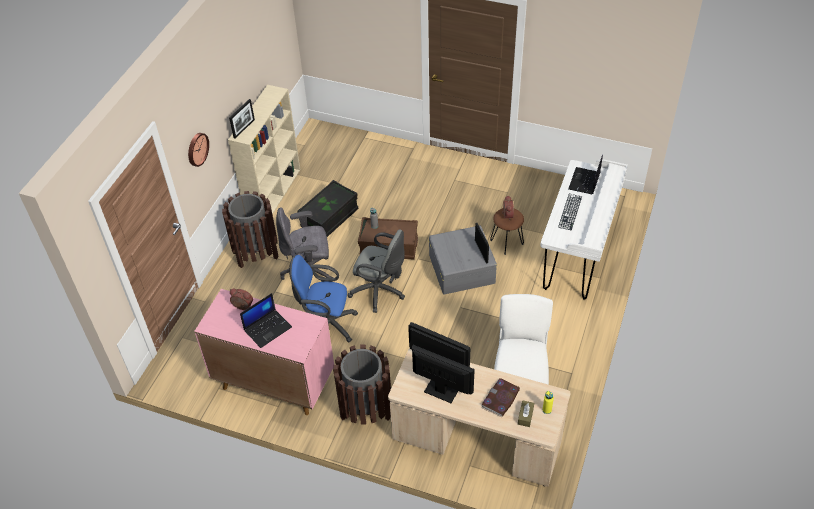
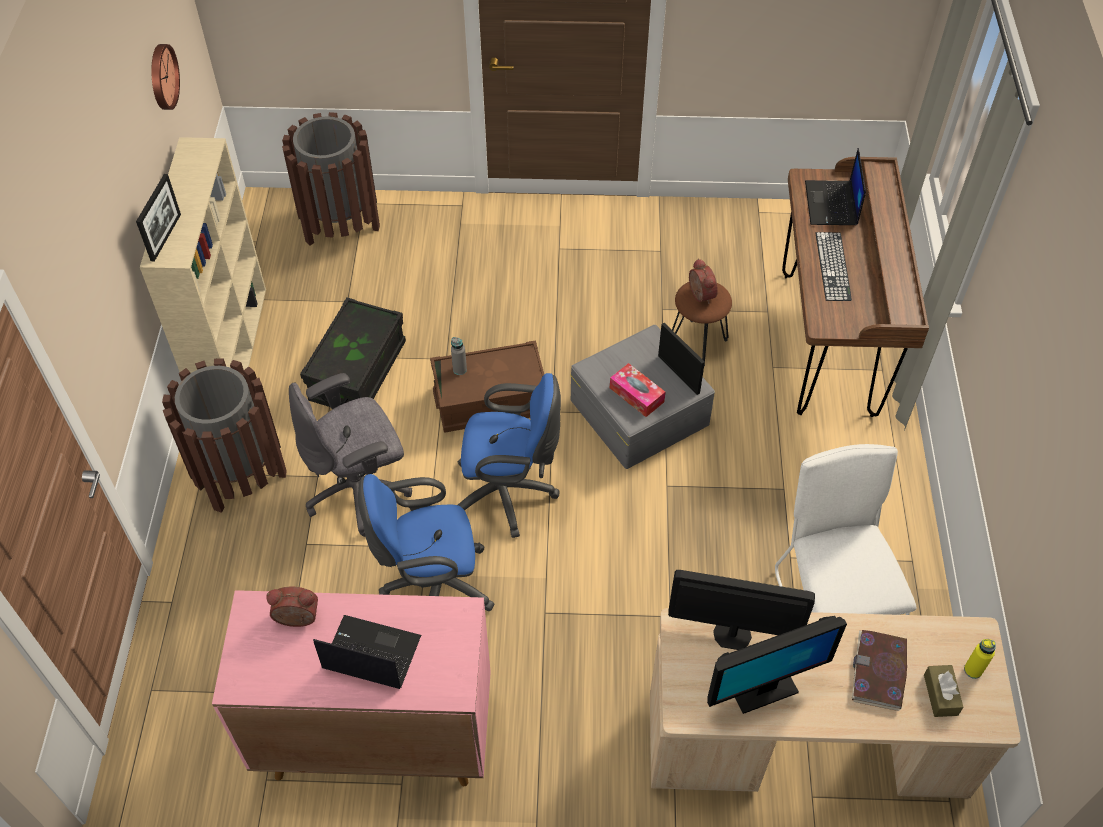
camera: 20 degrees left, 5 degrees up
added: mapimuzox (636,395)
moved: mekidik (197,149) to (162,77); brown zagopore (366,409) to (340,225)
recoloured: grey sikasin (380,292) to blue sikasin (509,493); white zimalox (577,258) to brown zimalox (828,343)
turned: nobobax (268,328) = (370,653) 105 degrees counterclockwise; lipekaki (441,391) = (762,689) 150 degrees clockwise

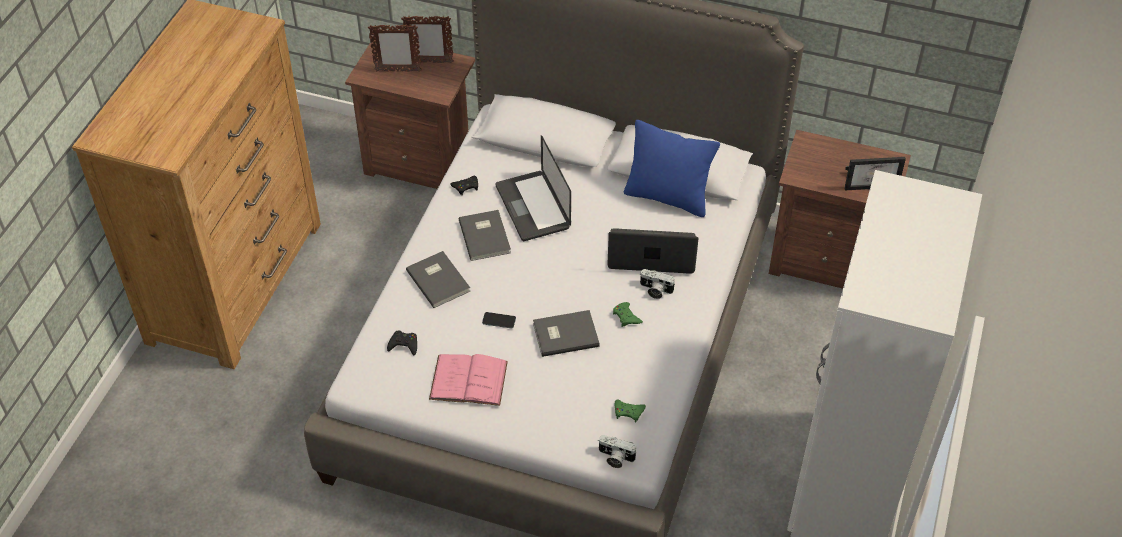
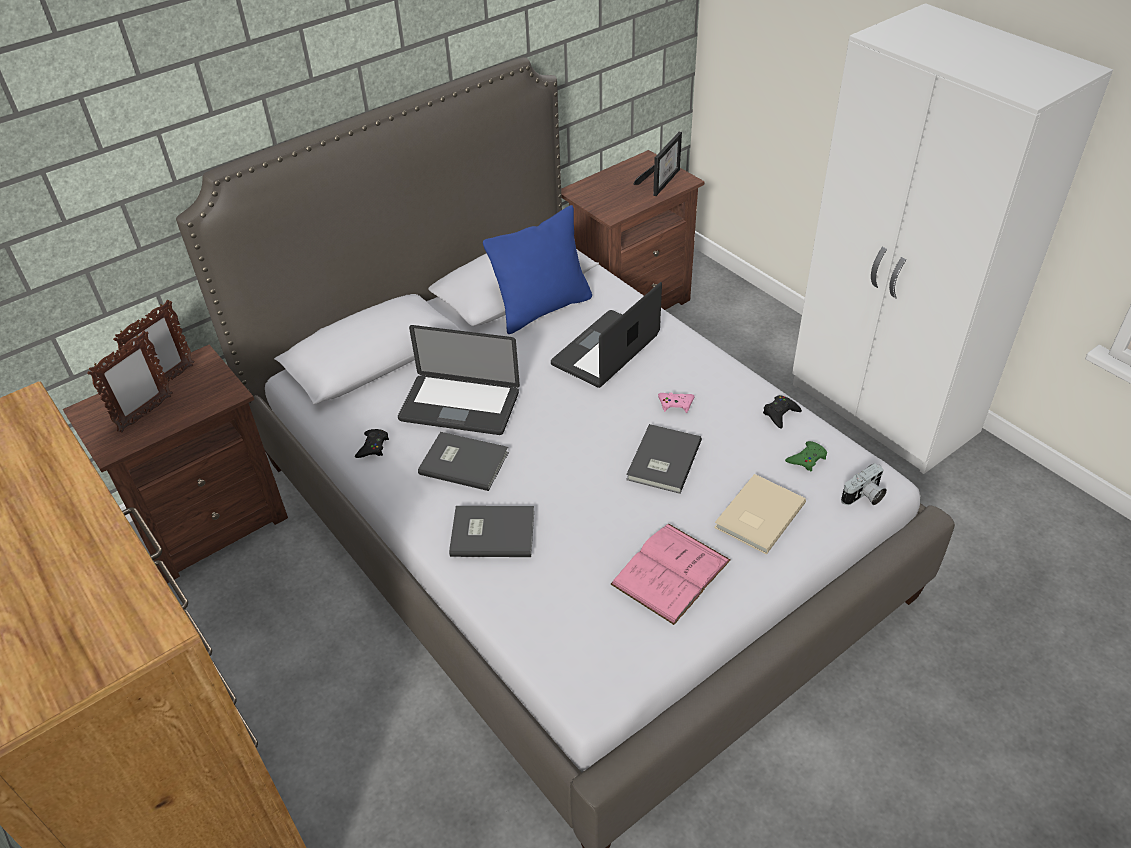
camera: 55 degrees left, 5 degrees down
removed: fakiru (499,320); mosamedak (655,290)
added: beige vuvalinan (757,515)
moved: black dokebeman (404,345) to (780,414)
recoloured: green dokebeman (626,317) to pink dokebeman (675,404)

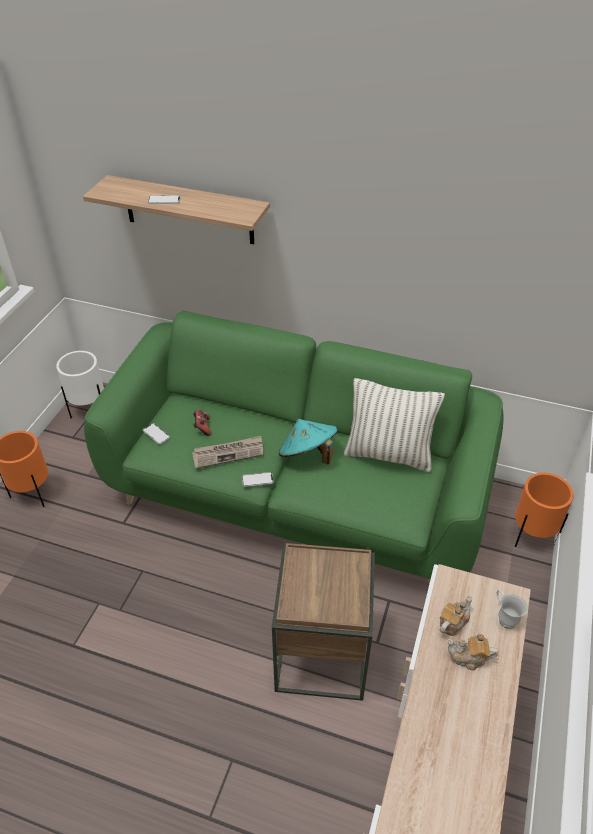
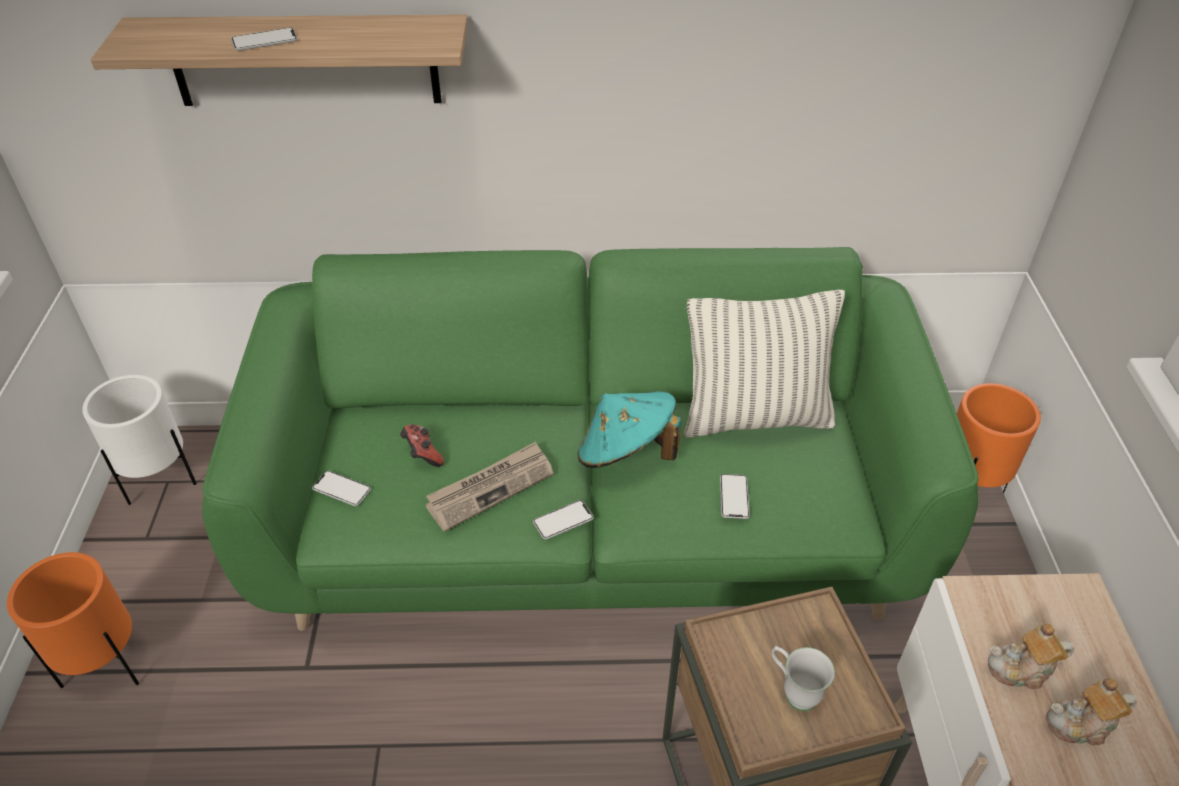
camera: 20 degrees left, 0 degrees up
added: fakiru (734,497)
moved: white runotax (504,617) to (793,691)
turned: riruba (452,622) = (1021,670) 120 degrees counterclockwise

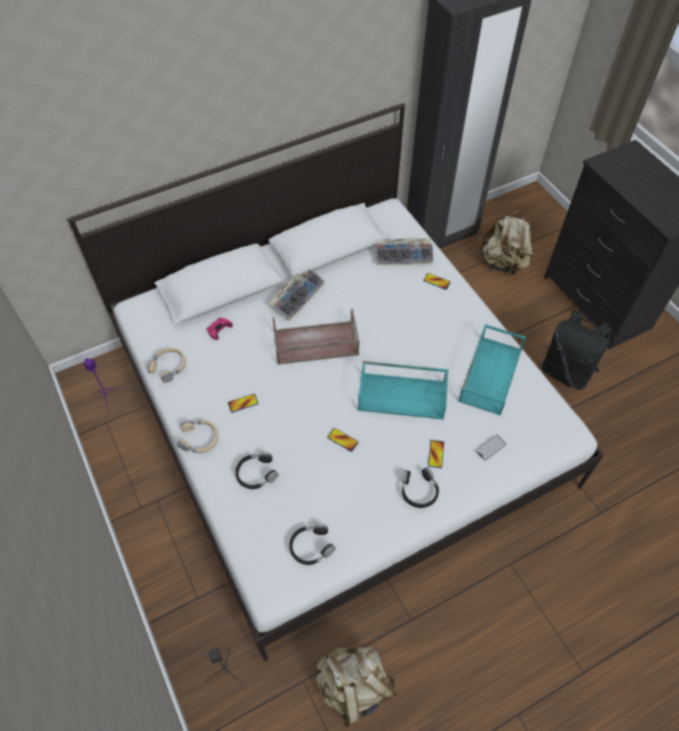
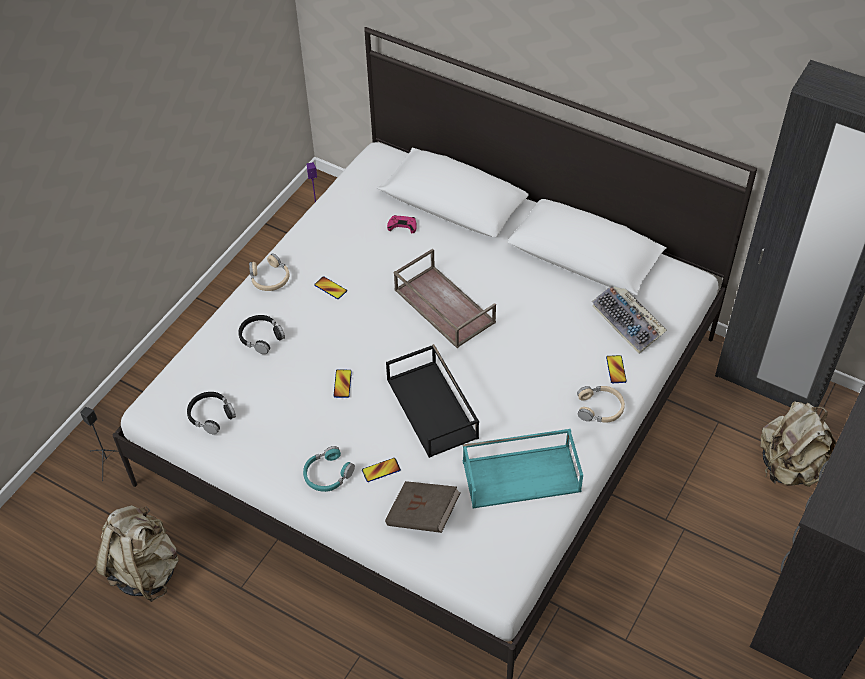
camera: 60 degrees right, 5 degrees down
removed: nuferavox (297,296); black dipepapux (566,371)
moved: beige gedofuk (168,367) to (600,408)
replaced: fakiru (490,448) to brown vuvalinan (423,516)
recoloured: black gedofuk (419,490) to turquoise gedofuk (327,474); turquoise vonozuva (403,395) to black vonozuva (433,409)

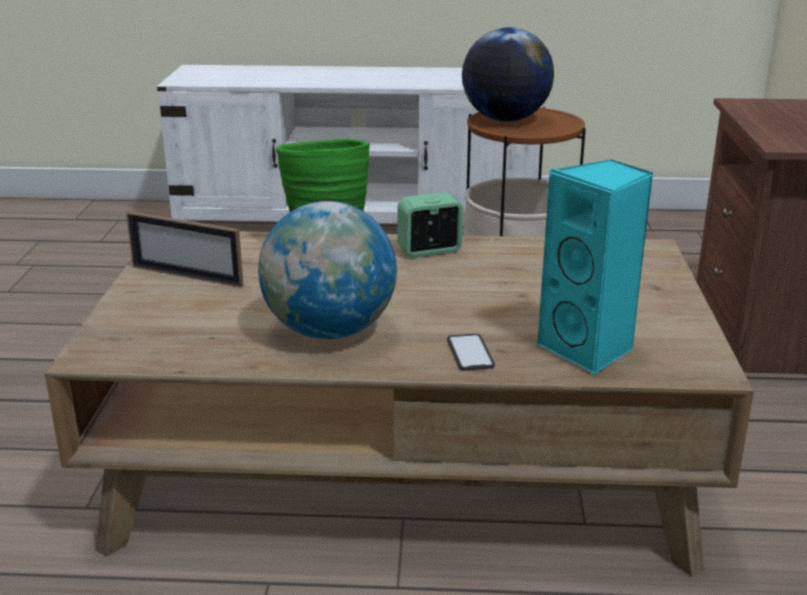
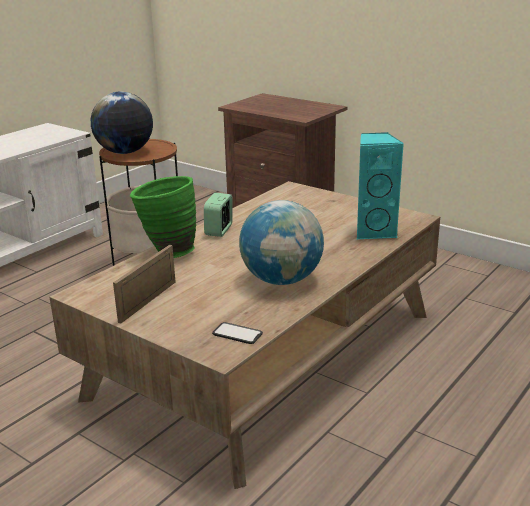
camera: 55 degrees left, 0 degrees up
moved: fakiru (470,353) to (237,334)
turned: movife (187,276) = (148,301) 150 degrees clockwise

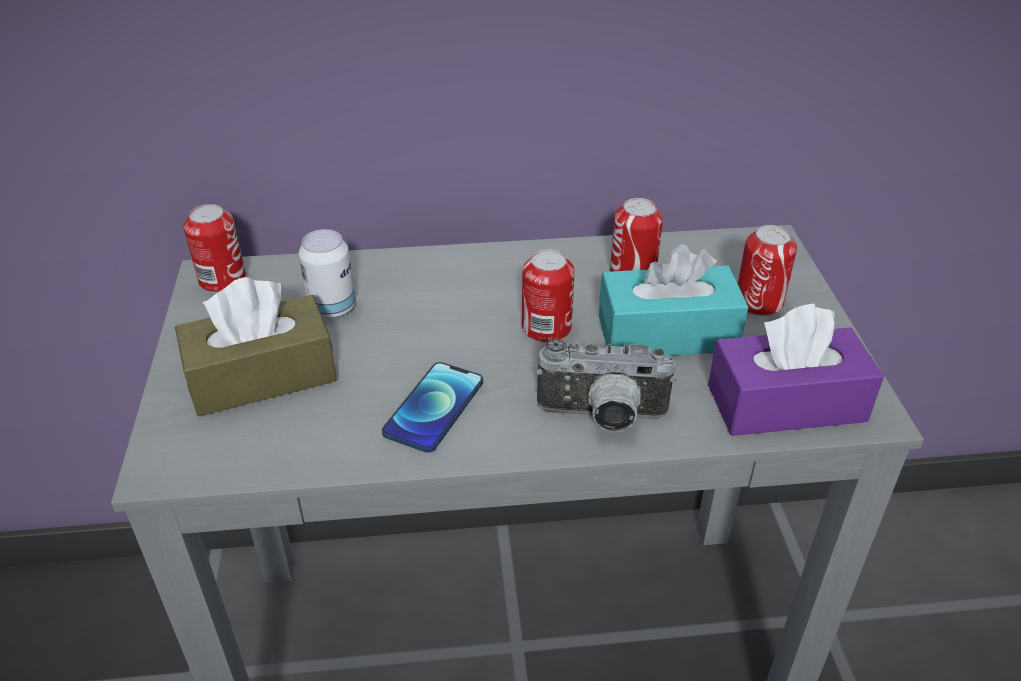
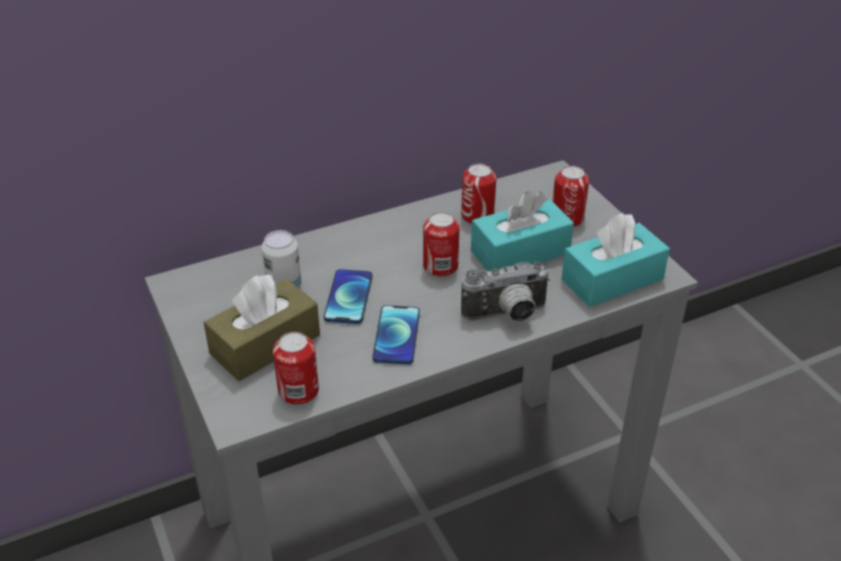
camera: 20 degrees left, 0 degrees up
added: fakiru (348,297)
moved: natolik (222,280) to (298,391)
recoloured: purple mapimuzox (786,403) to turquoise mapimuzox (612,279)

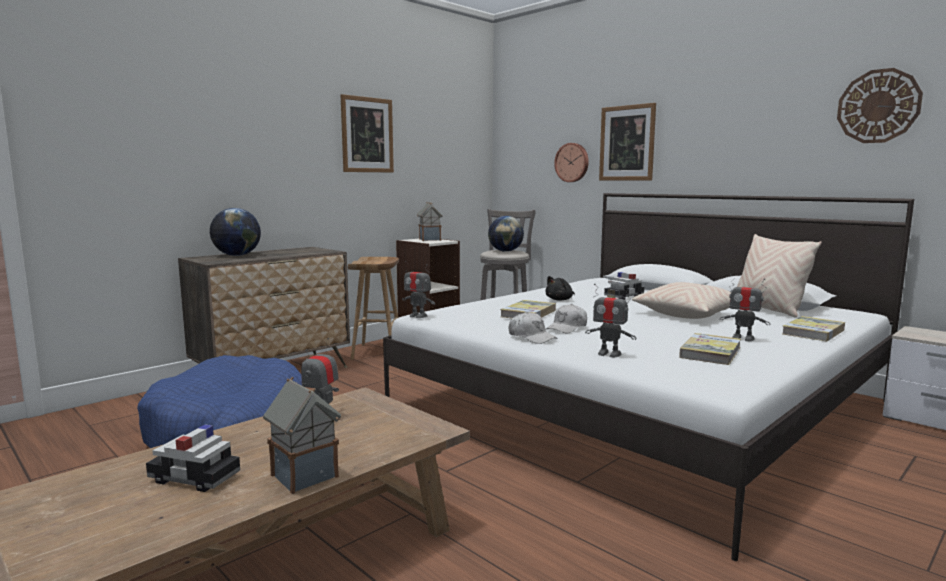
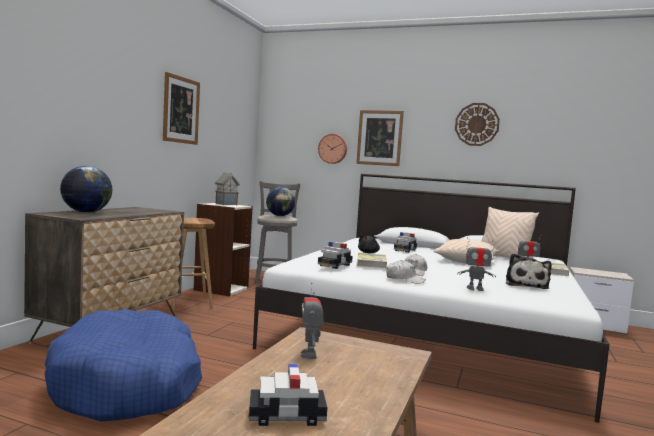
camera: 25 degrees left, 5 degrees down
removed: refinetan (305,476); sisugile (418,316)
added: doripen (334,265)
moved: mekidik (878,106) to (477,124)
replaced: vuvalinan (710,352) to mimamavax (526,285)

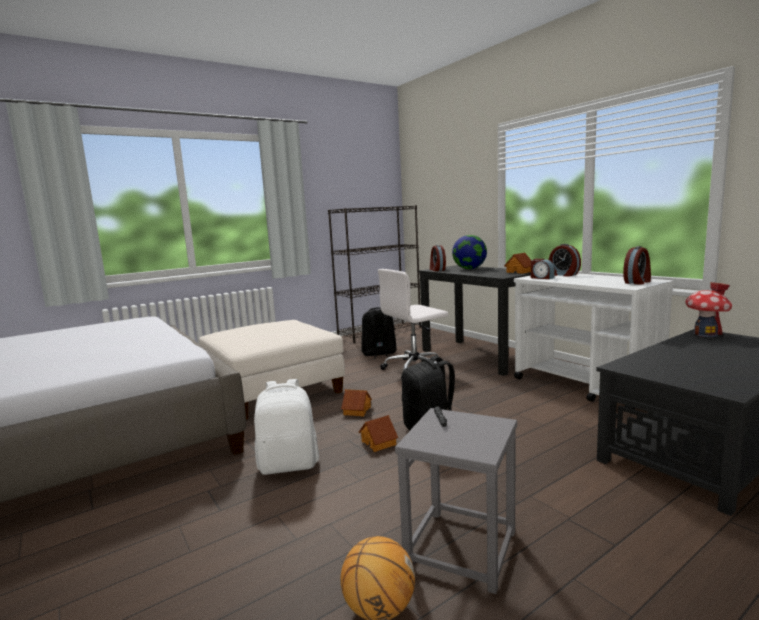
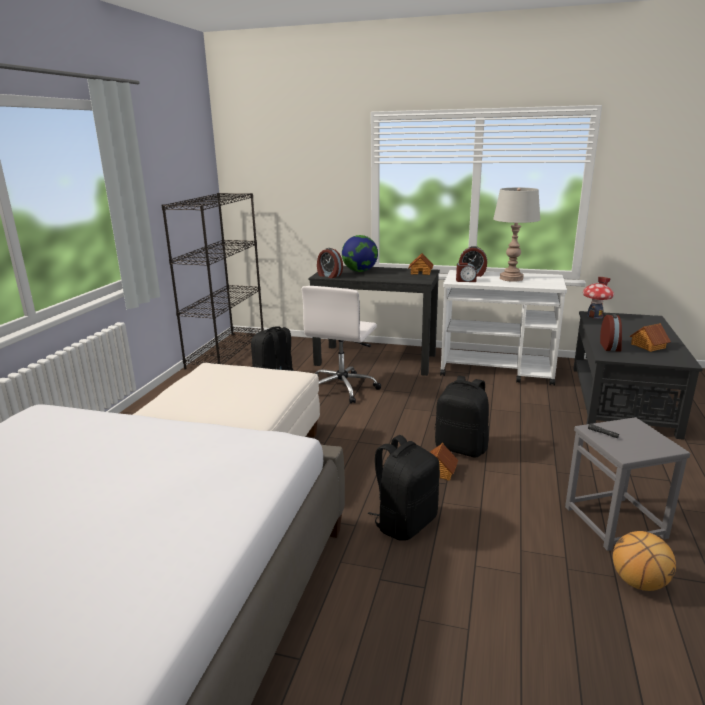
camera: 40 degrees left, 10 degrees up
added: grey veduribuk (511,278)
moved: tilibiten (638,282) to (610,347); refinetan (356,411) to (647,346)
recoloured: white dipepapux (289,465) to black dipepapux (405,522)

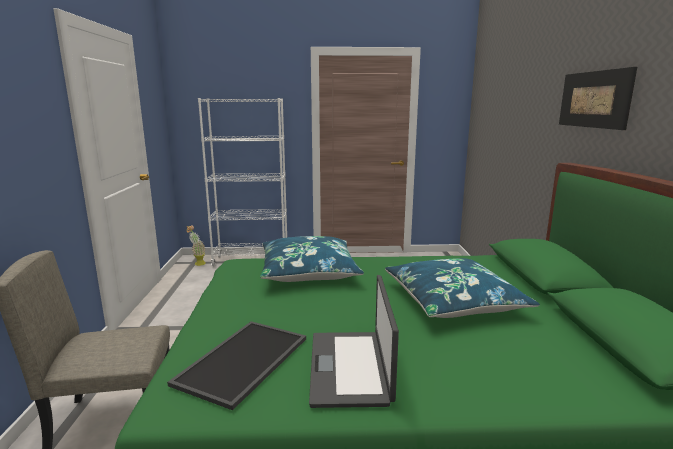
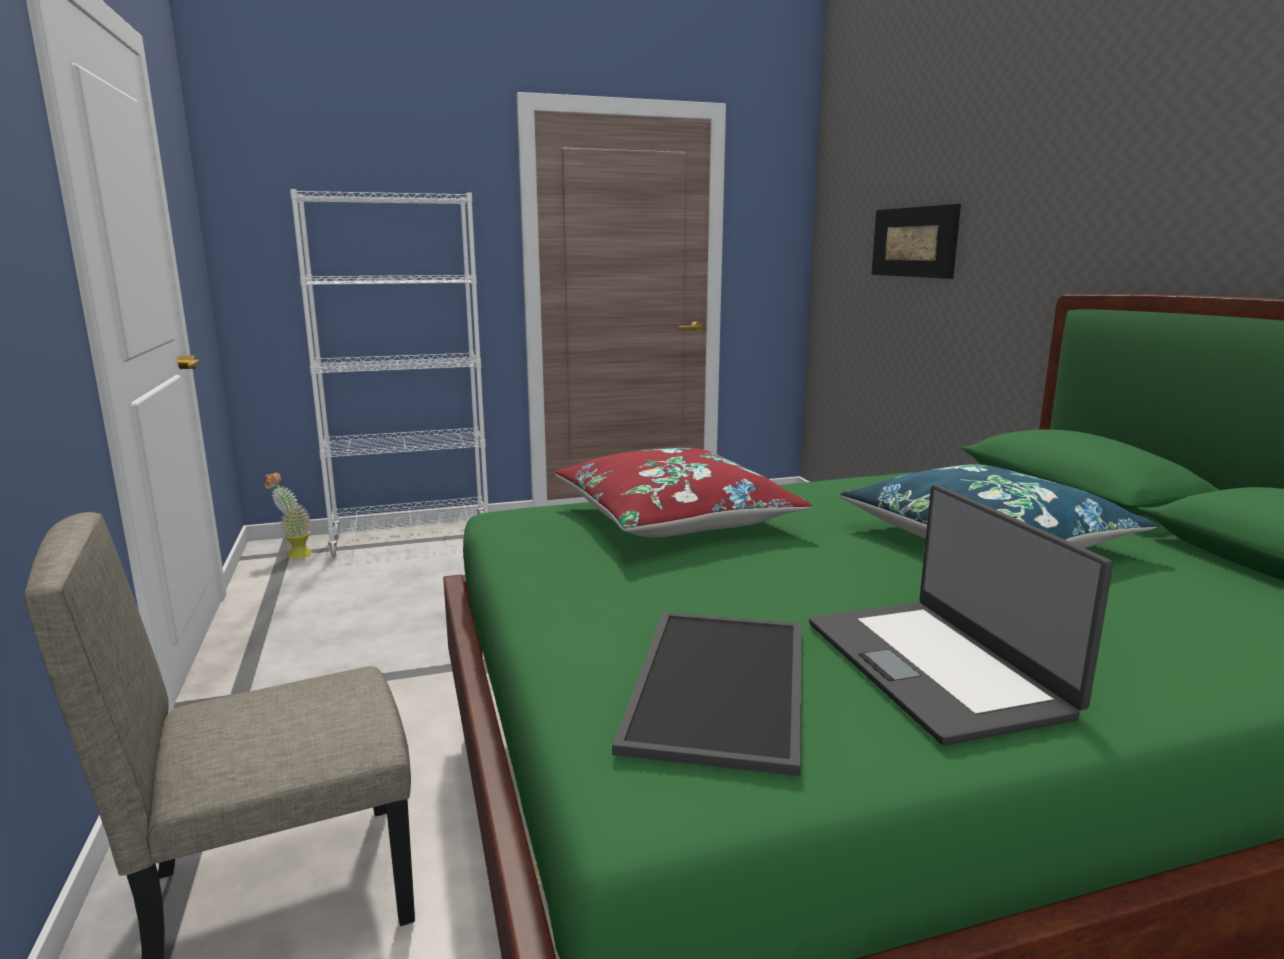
camera: 15 degrees left, 0 degrees up
moved: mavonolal (594,99) to (913,242)
recoloured: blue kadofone (308,271) to red kadofone (674,518)

